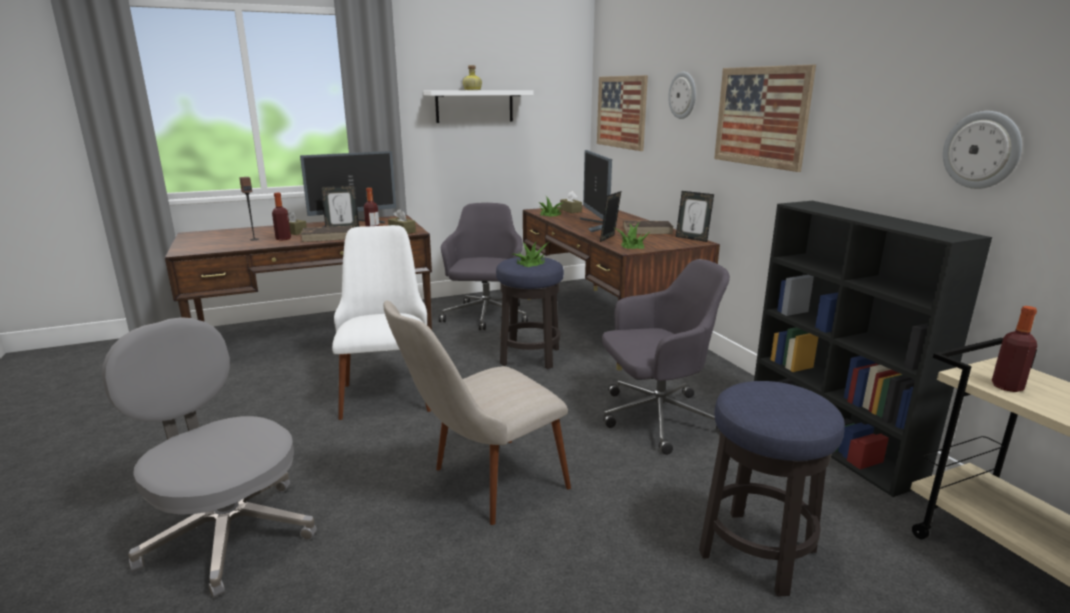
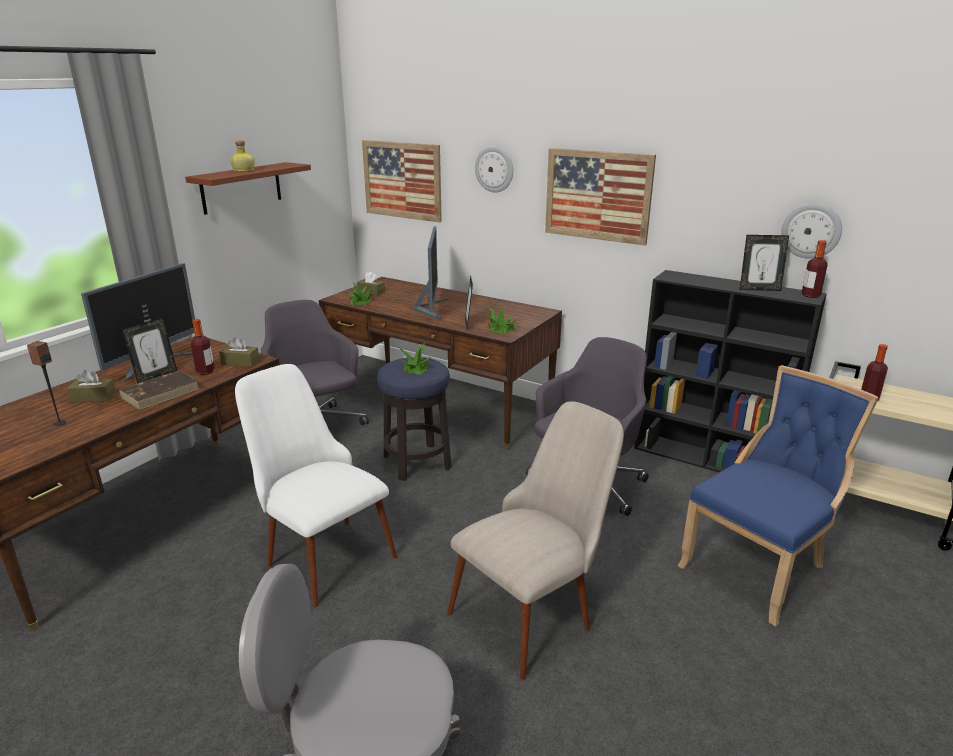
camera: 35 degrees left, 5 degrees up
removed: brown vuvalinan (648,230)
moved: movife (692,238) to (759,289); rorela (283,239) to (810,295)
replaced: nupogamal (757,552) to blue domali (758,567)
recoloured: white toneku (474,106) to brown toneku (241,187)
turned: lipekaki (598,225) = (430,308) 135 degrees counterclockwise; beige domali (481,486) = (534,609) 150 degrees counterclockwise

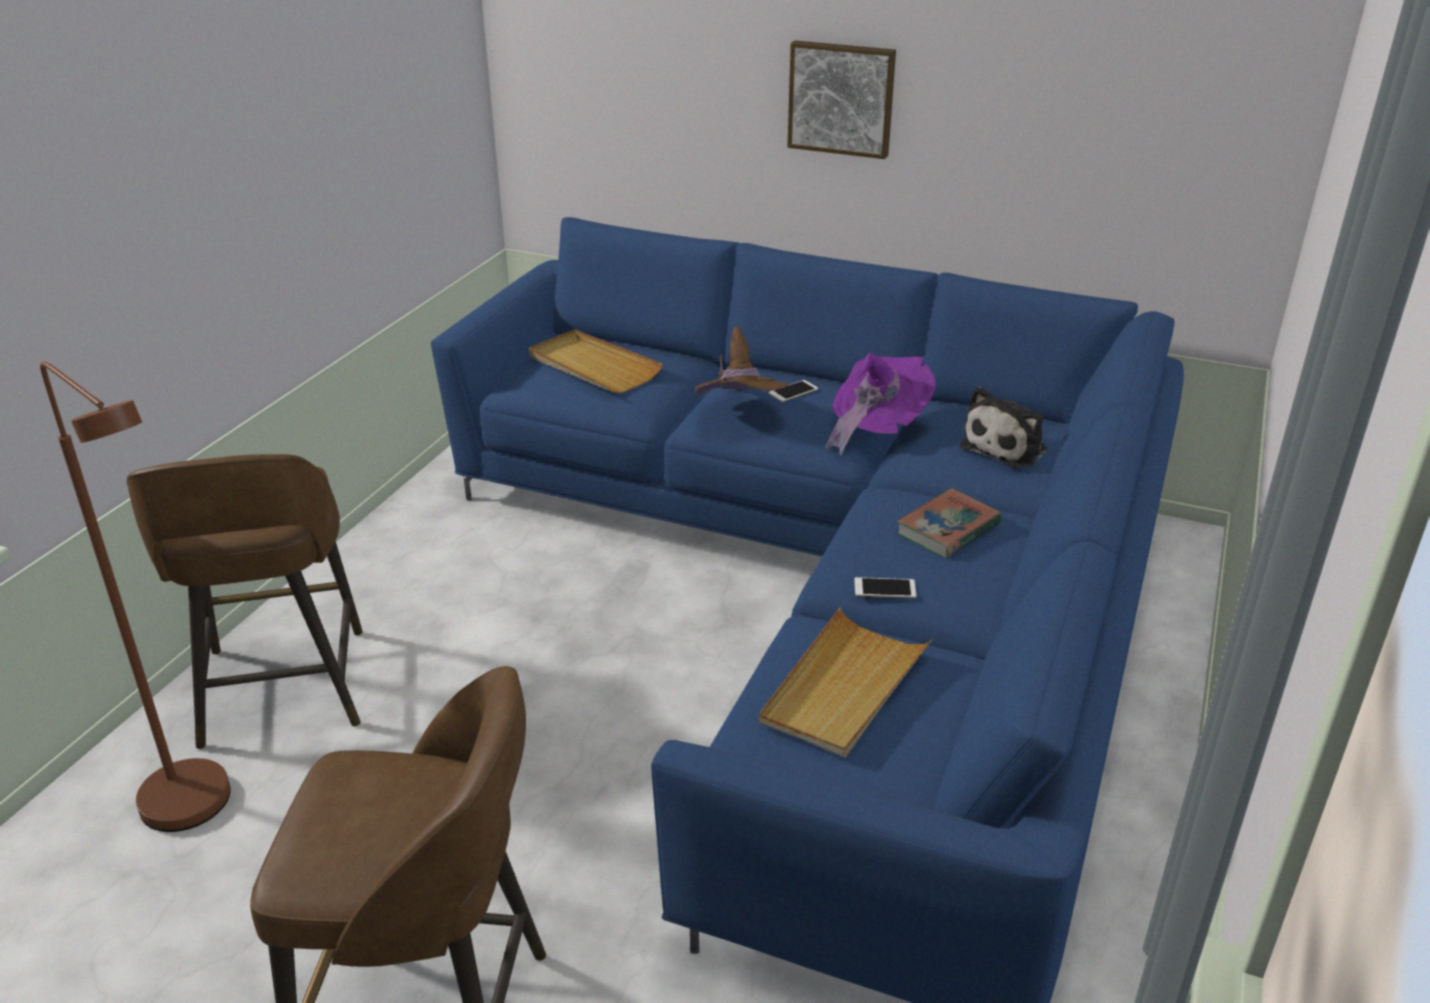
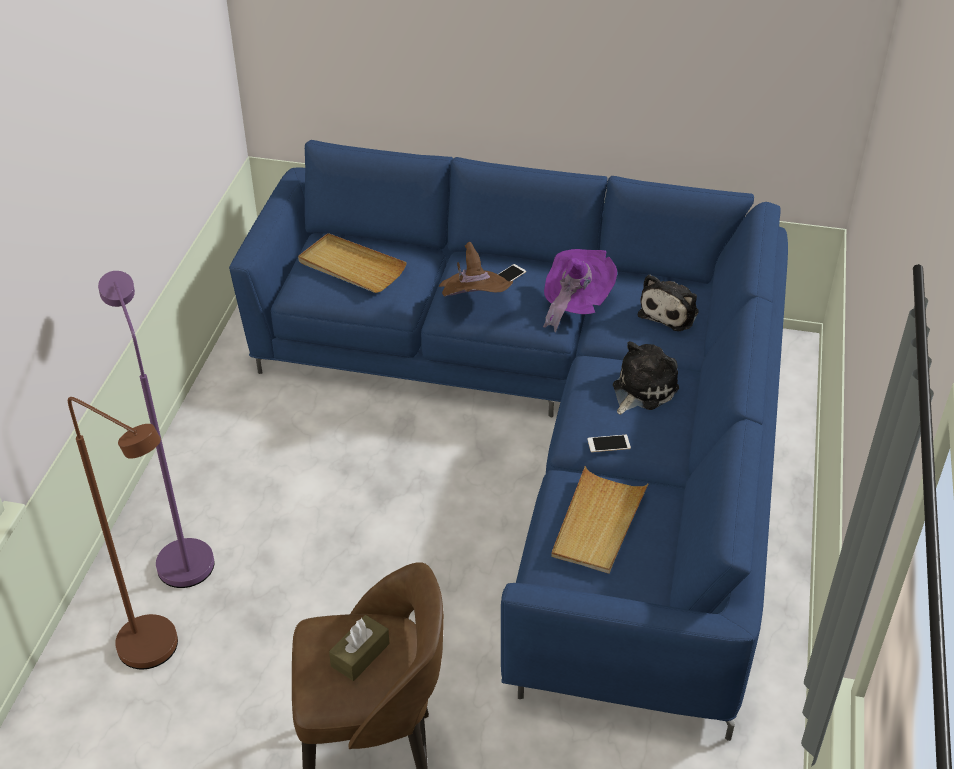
camera: 10 degrees left, 10 degrees up
removed: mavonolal (842,98)
added: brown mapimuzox (360,655)
replaced: brown nupogamal (282,691) to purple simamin (181,554); vuvalinan (948,529) to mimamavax (641,389)

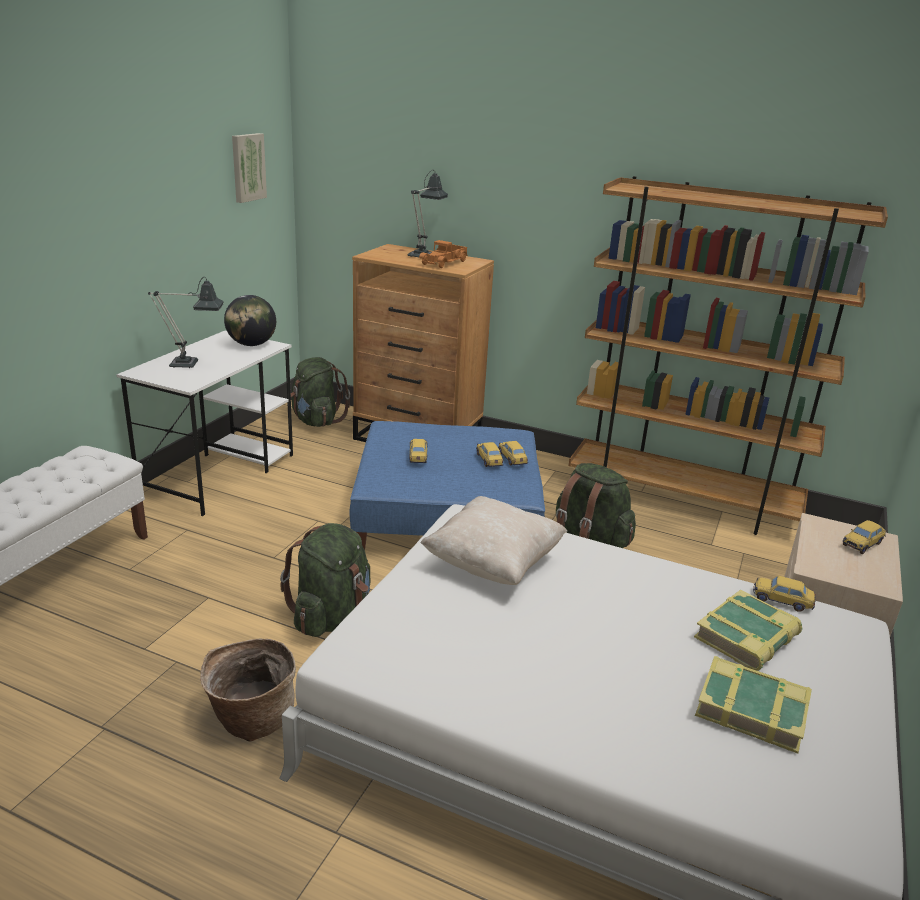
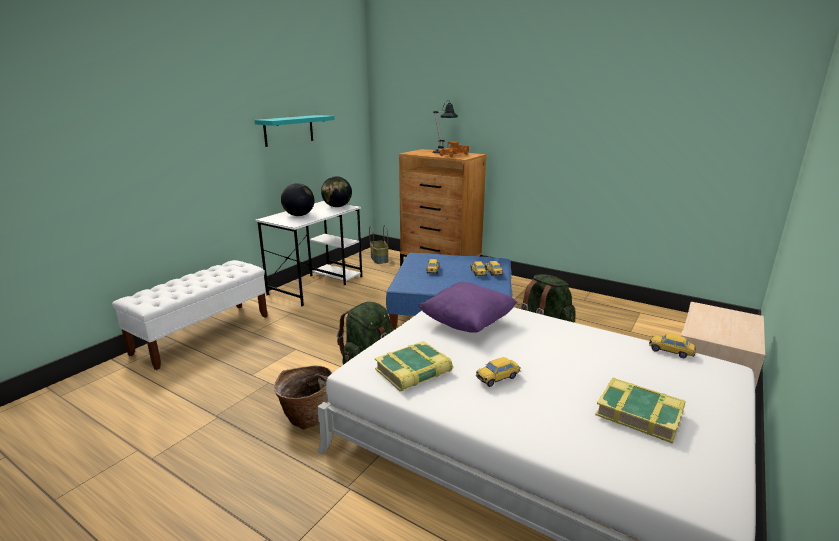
camera: 10 degrees right, 5 degrees down
removed: mavonolal (247,167); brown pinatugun (681,500)
added: turquoise toneku (289,130)
moved: vuvalinan (747,638) to (413,371); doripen (862,544) to (498,378)
replaced: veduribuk (191,364) to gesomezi (299,215); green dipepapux (316,421) to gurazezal (379,259)
recoloured: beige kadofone (493,564) to purple kadofone (467,323)

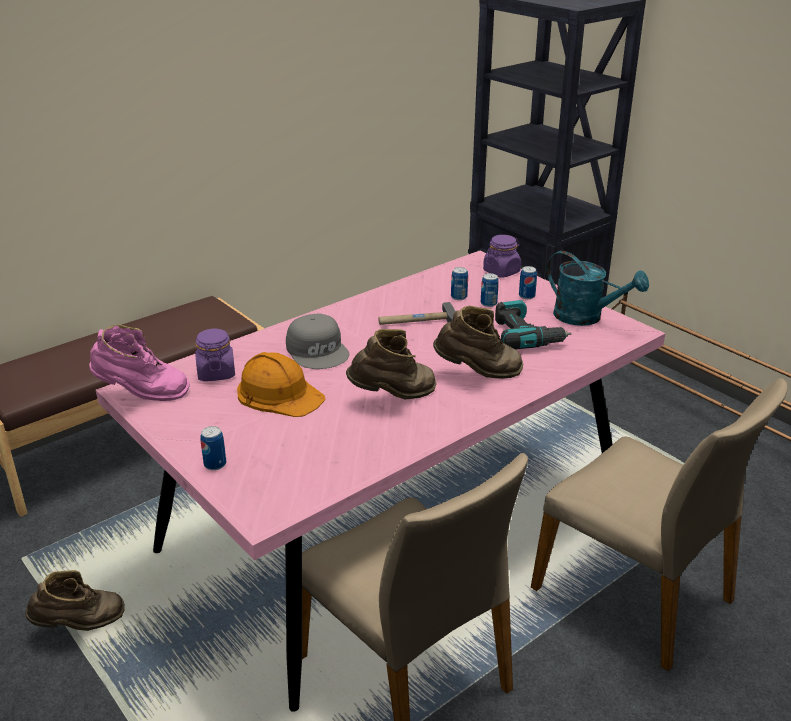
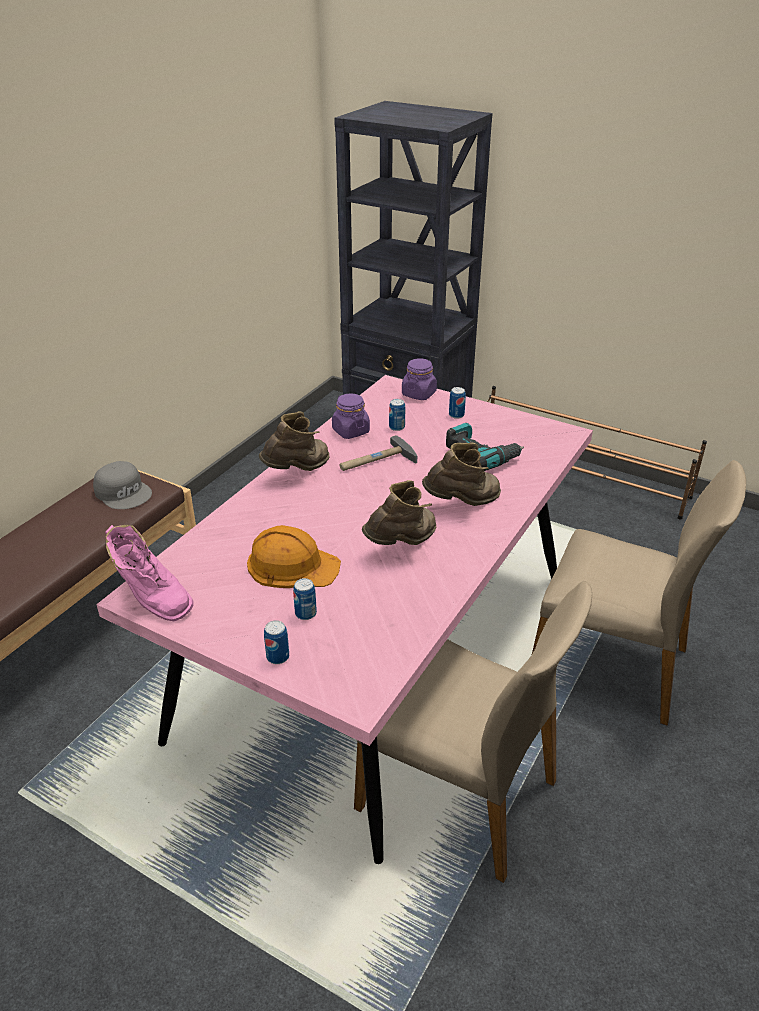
camera: 20 degrees left, 5 degrees up
removed: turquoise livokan (586,317)
moved: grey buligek (318,350) to (124,492); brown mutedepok (80,625) to (298,471); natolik (488,303) to (305,613); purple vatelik (216,373) to (350,431)
turned: pink mutedepok (142,395) = (151,598) 60 degrees clockwise

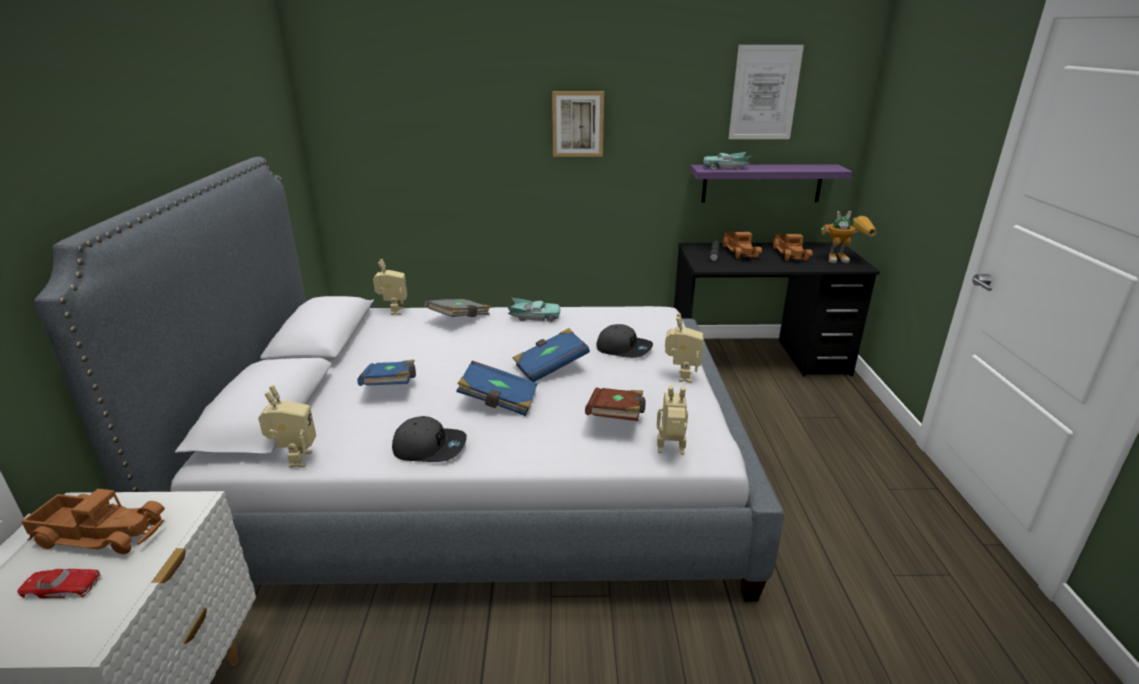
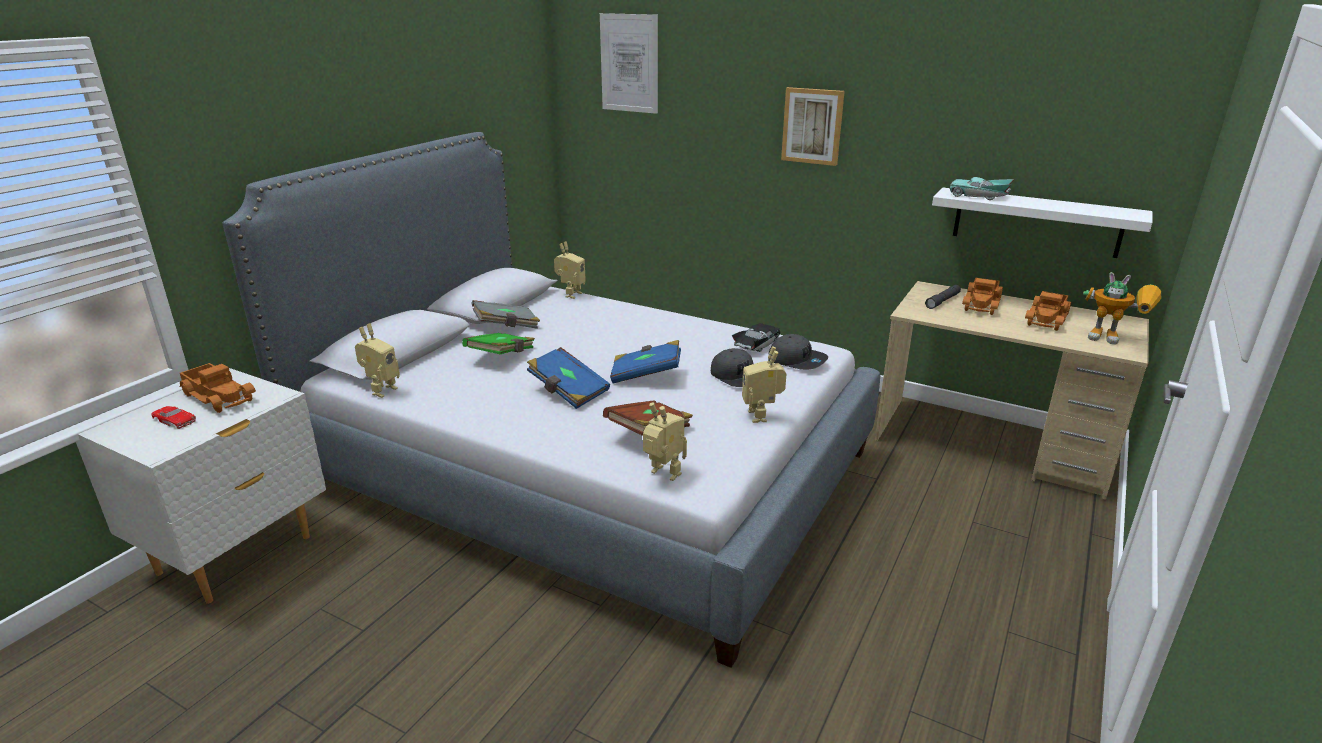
camera: 30 degrees right, 0 degrees up
removed: turquoise doripen (534,317)
added: black doripen (756,345)
moved: grey vuvalinan (460,319) to (506,326); mavonolal (764,93) to (629,63); grey buligek (430,447) to (797,360)
recoloured: blue vuvalinan (391,386) to green vuvalinan (502,356); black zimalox (757,358) to beige zimalox (991,445); purple toneku (762,183) to white toneku (1036,222)
turned: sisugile (681,376) = (761,416) 135 degrees clockwise

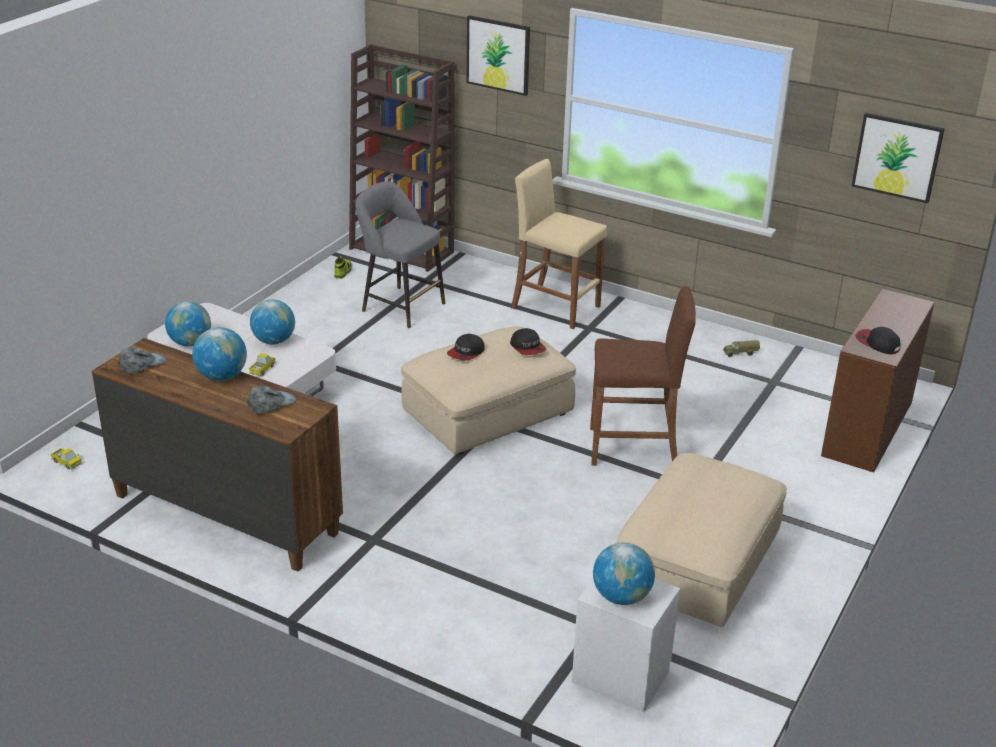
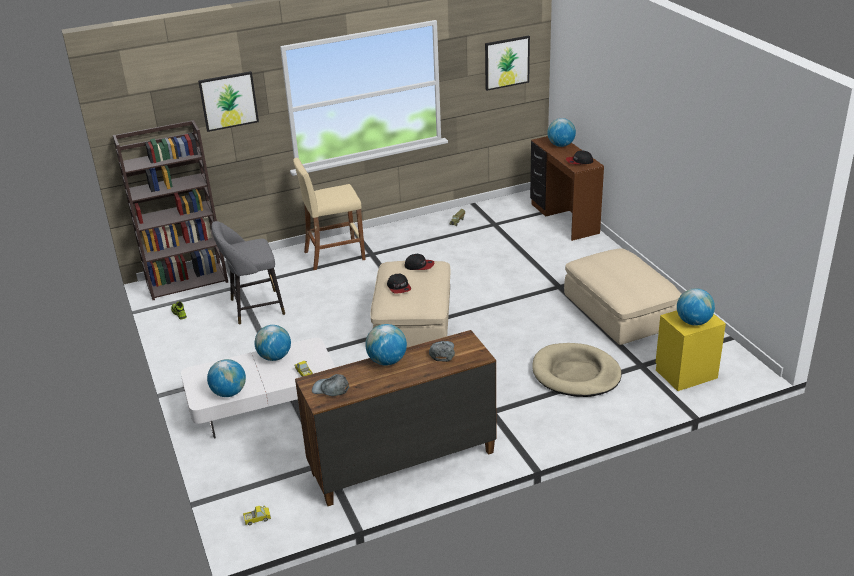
camera: 50 degrees left, 0 degrees up
removed: brown nupogamal (634,448)
added: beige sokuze (576,374); gesomezi (561,145)
recoloured: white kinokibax (620,677) to yellow kinokibax (686,374)
turned: grey buligek (142,364) = (330,389) 75 degrees counterclockwise

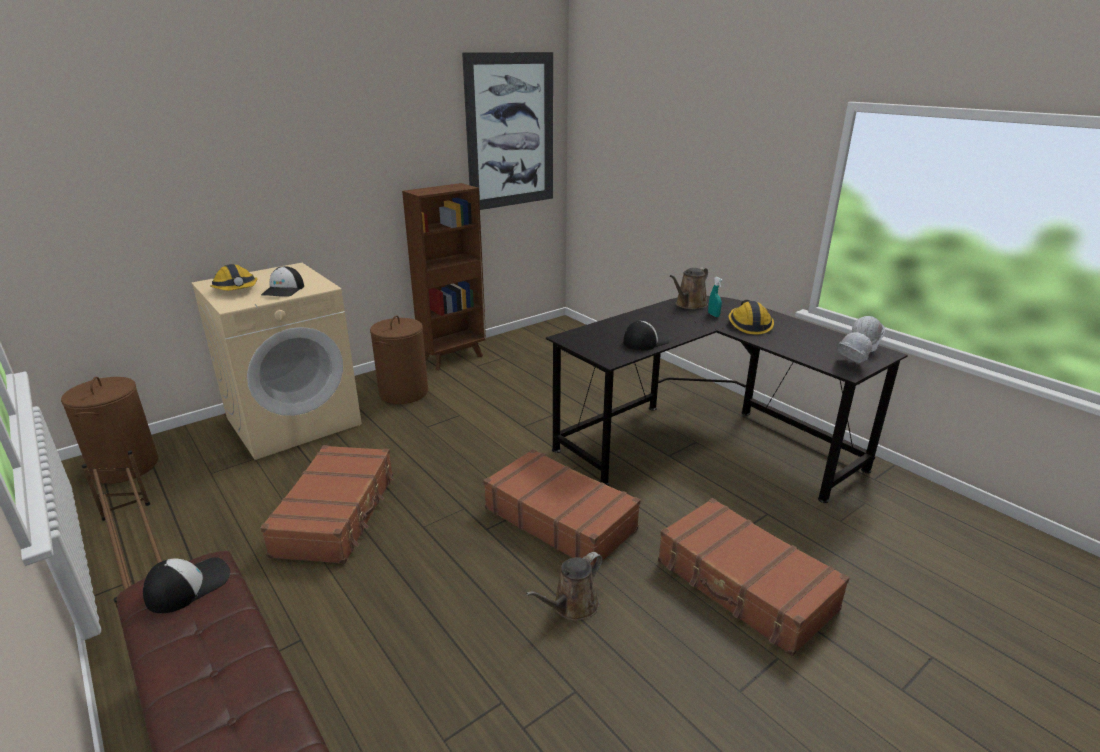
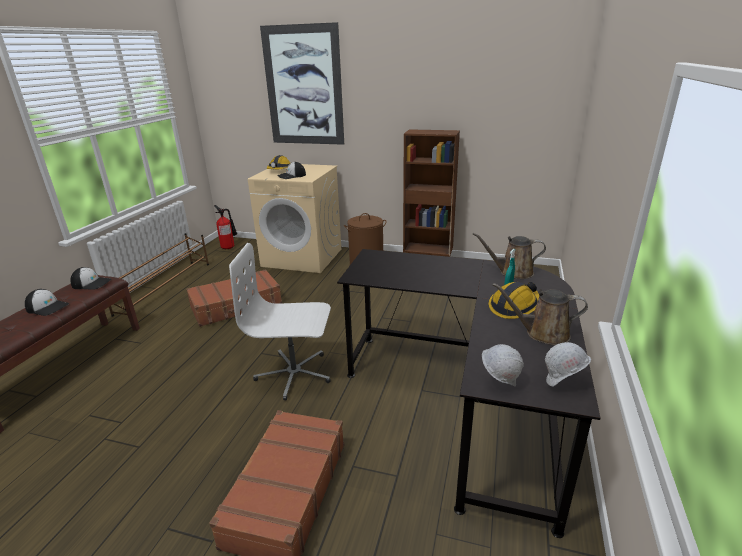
camera: 55 degrees right, 0 degrees up
moved: buligek (645,341) to (48,307); mavonolal (511,132) to (303,86); brown livokan (572,606) to (542,333)
replaced: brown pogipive (125,466) to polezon (229,247); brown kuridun (560,518) to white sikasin (294,374)

